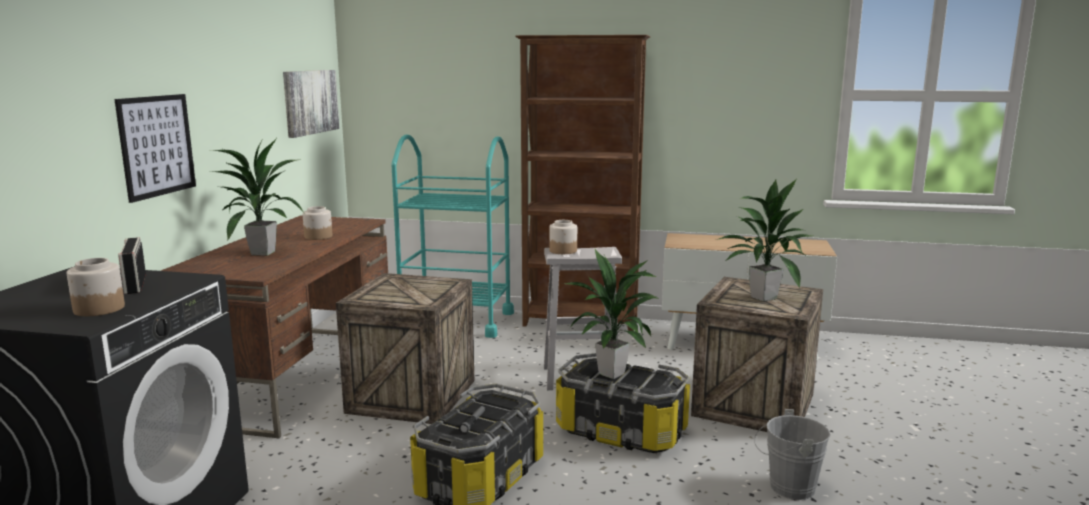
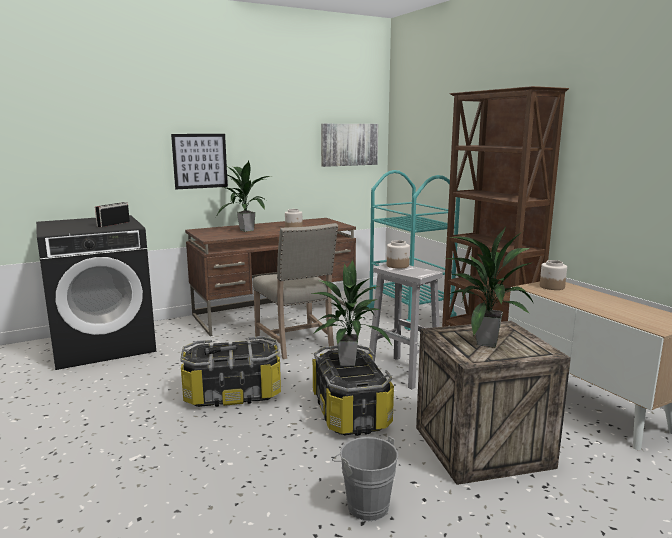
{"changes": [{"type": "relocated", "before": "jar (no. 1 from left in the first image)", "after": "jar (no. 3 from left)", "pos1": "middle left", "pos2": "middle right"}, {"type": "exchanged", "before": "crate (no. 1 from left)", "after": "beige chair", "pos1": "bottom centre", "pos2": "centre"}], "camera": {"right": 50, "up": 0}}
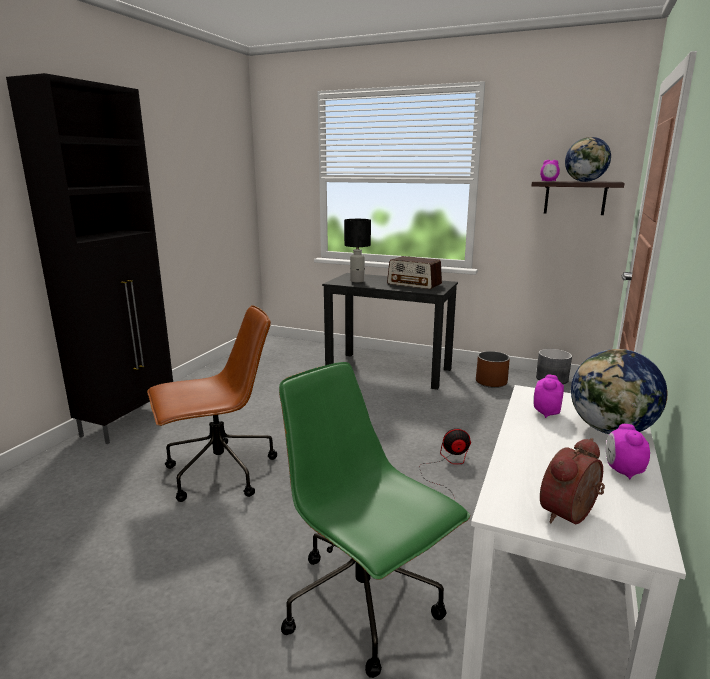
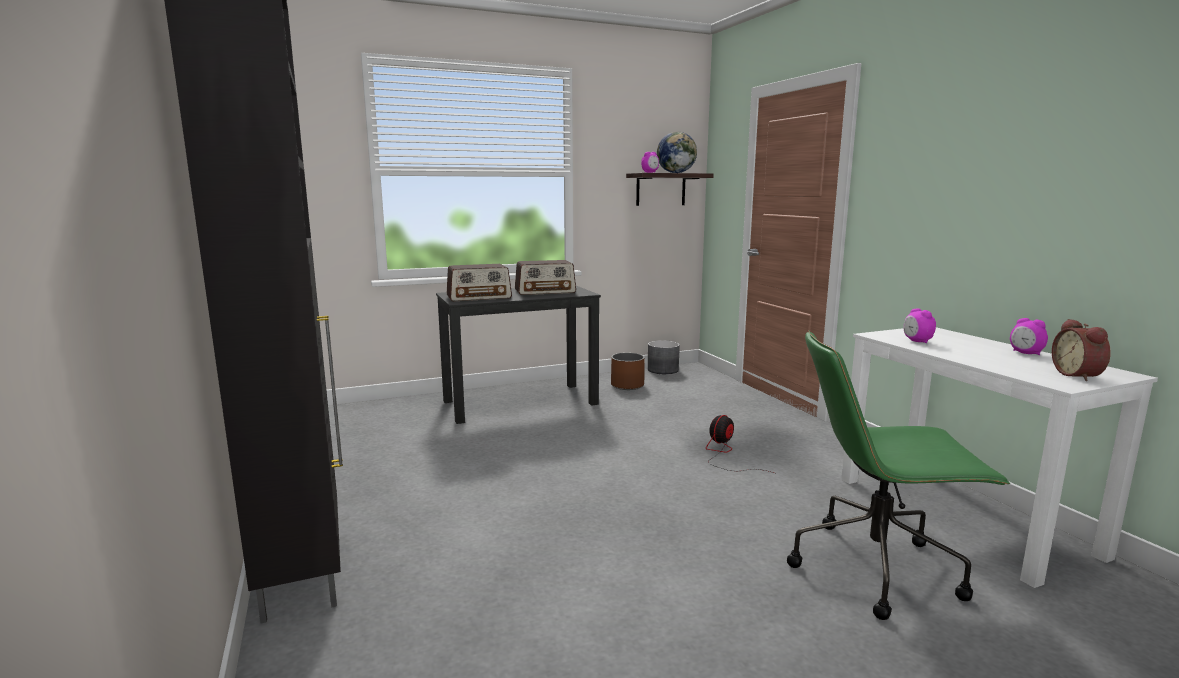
{"changes": [{"type": "missing", "before": "brown office chair", "pos1": "middle left"}, {"type": "exchanged", "before": "black table lamp", "after": "radio (no. 1 from left)", "pos1": "centre", "pos2": "centre"}, {"type": "missing", "before": "globe (no. 2 from left)", "pos1": "middle right"}], "camera": {"right": -45, "up": -5}}
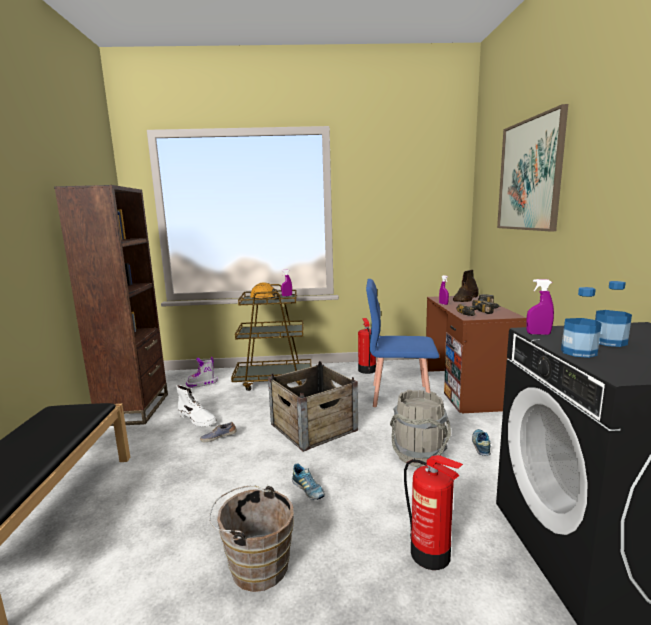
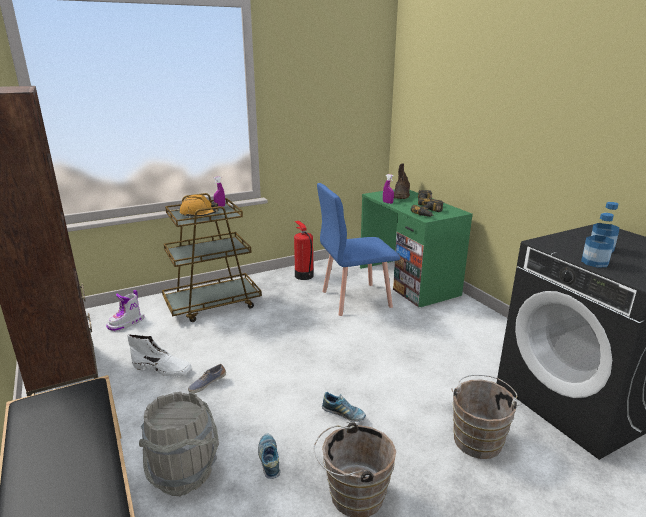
{"changes": [{"type": "missing", "before": "crate", "pos1": "centre"}, {"type": "relocated", "before": "grey bucket", "pos1": "bottom centre", "pos2": "bottom left"}, {"type": "exchanged", "before": "fire extinguisher (no. 2 from left)", "after": "brown bucket (no. 2 from left)", "pos1": "bottom centre", "pos2": "bottom right"}, {"type": "colour", "before": "brown desk", "after": "green desk", "pos1": "middle right", "pos2": "centre"}, {"type": "relocated", "before": "shoe (no. 3 from left in the first image)", "after": "shoe (no. 2 from left)", "pos1": "bottom right", "pos2": "bottom centre"}, {"type": "missing", "before": "picture", "pos1": "top right"}, {"type": "missing", "before": "purple spray bottle (no. 3 from left)", "pos1": "middle right"}], "camera": {"right": -25, "up": 10}}
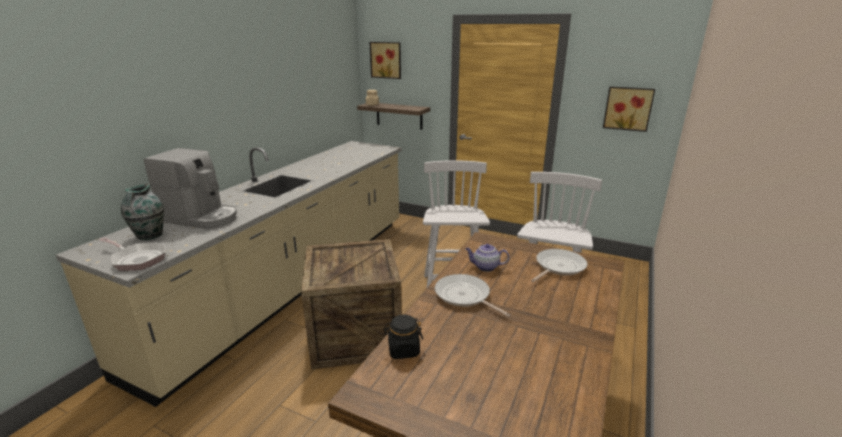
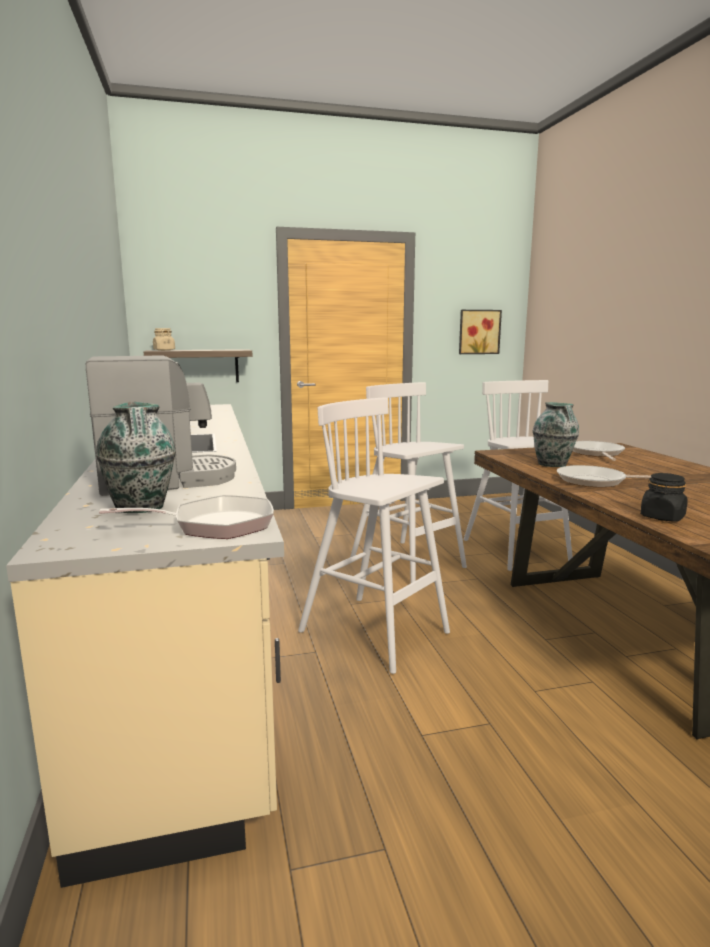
{"changes": [{"type": "exchanged", "before": "crate", "after": "white stool (no. 1 from left)", "pos1": "bottom centre", "pos2": "centre"}, {"type": "missing", "before": "picture (no. 1 from left)", "pos1": "top centre"}, {"type": "exchanged", "before": "teapot", "after": "vase (no. 2 from left)", "pos1": "centre", "pos2": "middle right"}], "camera": {"right": -40, "up": -10}}
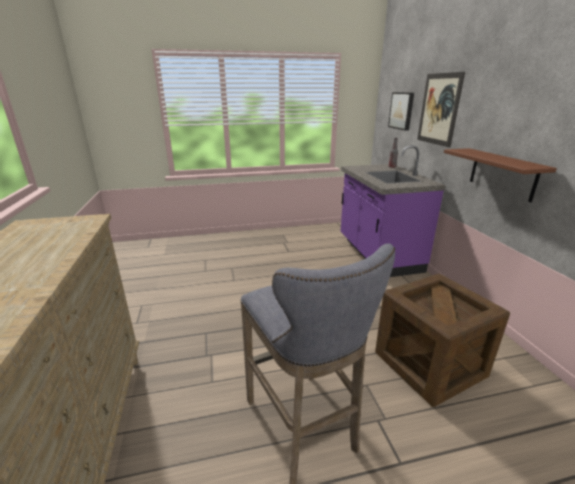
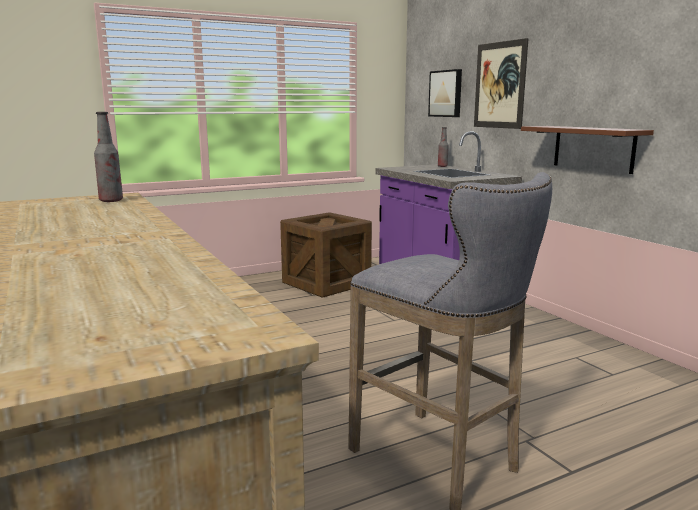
{"changes": [{"type": "relocated", "before": "crate", "pos1": "bottom right", "pos2": "centre"}, {"type": "appeared", "after": "bottle (no. 1 from left)", "pos2": "top left"}], "camera": {"right": -15, "up": -10}}
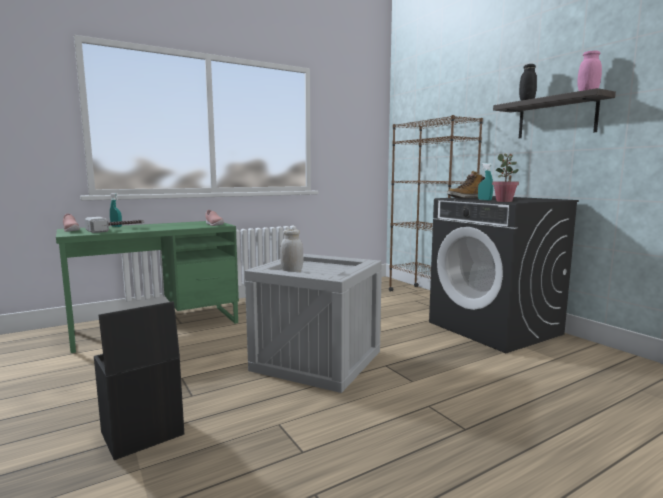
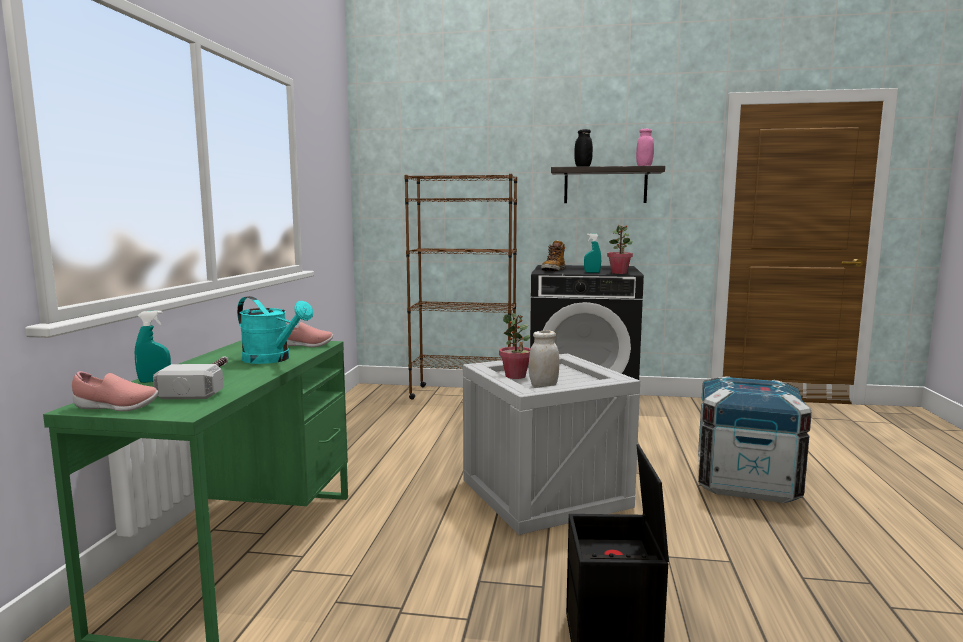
{"changes": [{"type": "appeared", "after": "turquoise watering can", "pos2": "middle left"}, {"type": "appeared", "after": "potted plant (no. 1 from left)", "pos2": "centre"}, {"type": "appeared", "after": "crate (no. 2 from left)", "pos2": "bottom right"}], "camera": {"right": -50, "up": 0}}
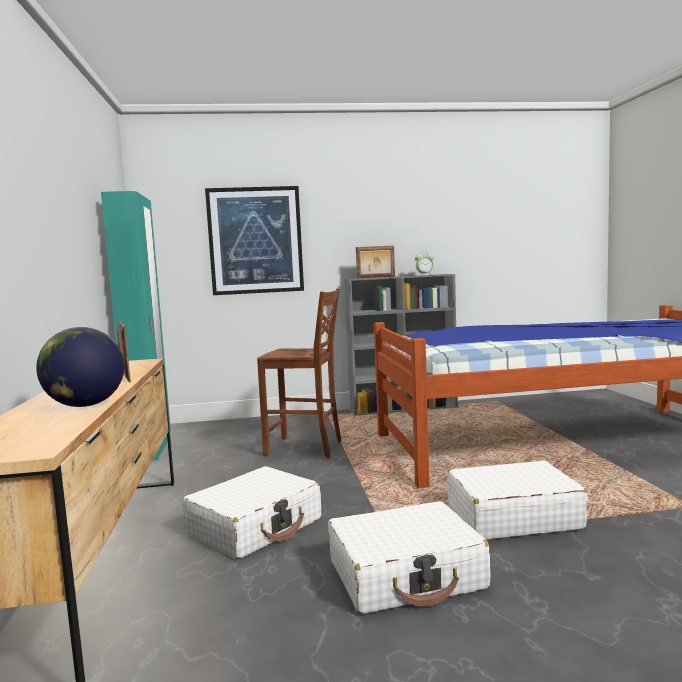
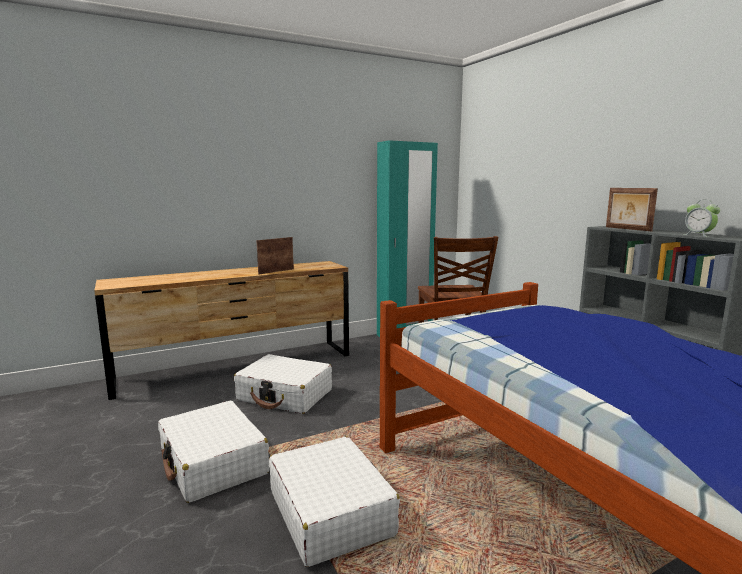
{"changes": [{"type": "missing", "before": "globe", "pos1": "middle left"}, {"type": "missing", "before": "picture", "pos1": "centre"}], "camera": {"right": 70, "up": 5}}
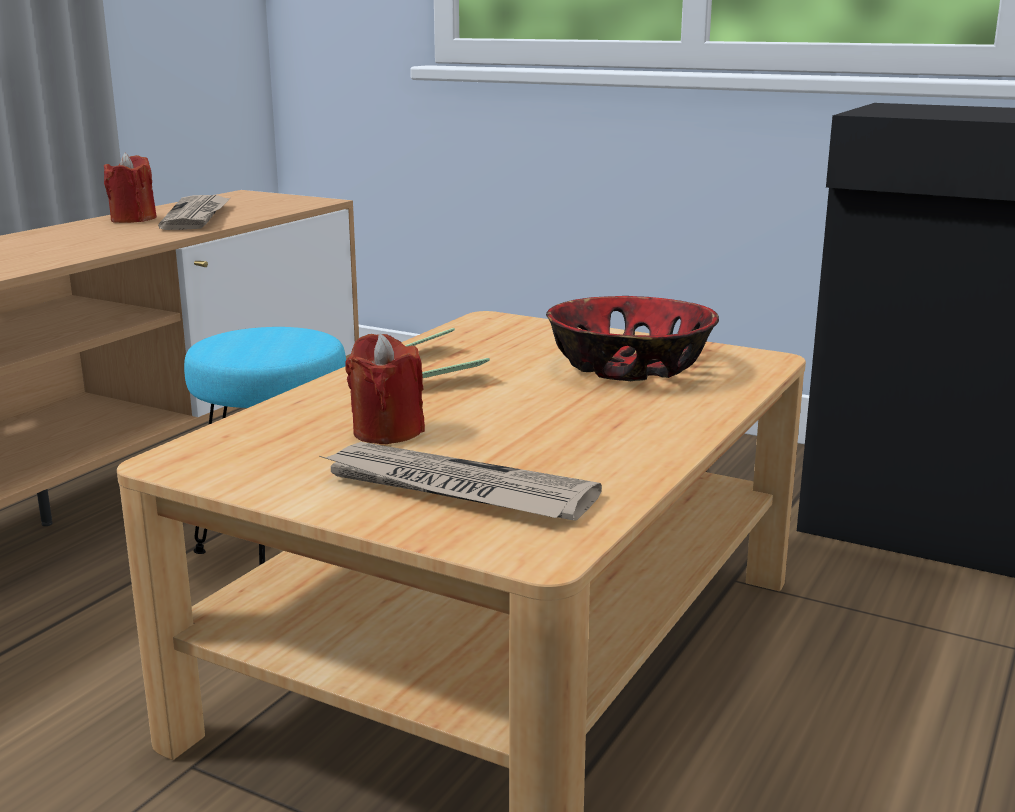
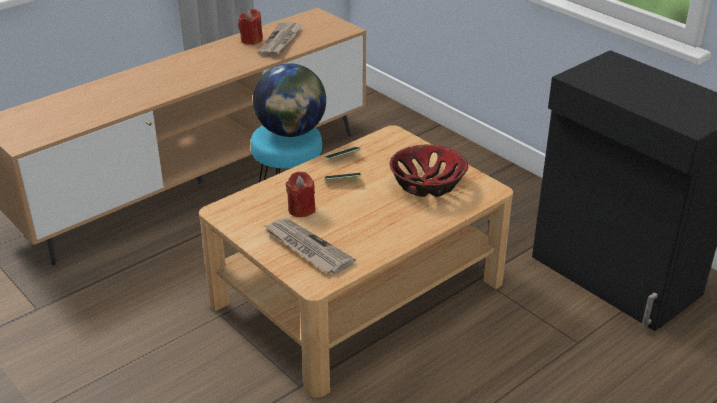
{"changes": [{"type": "appeared", "after": "globe", "pos2": "top centre"}], "camera": {"right": 20, "up": 15}}
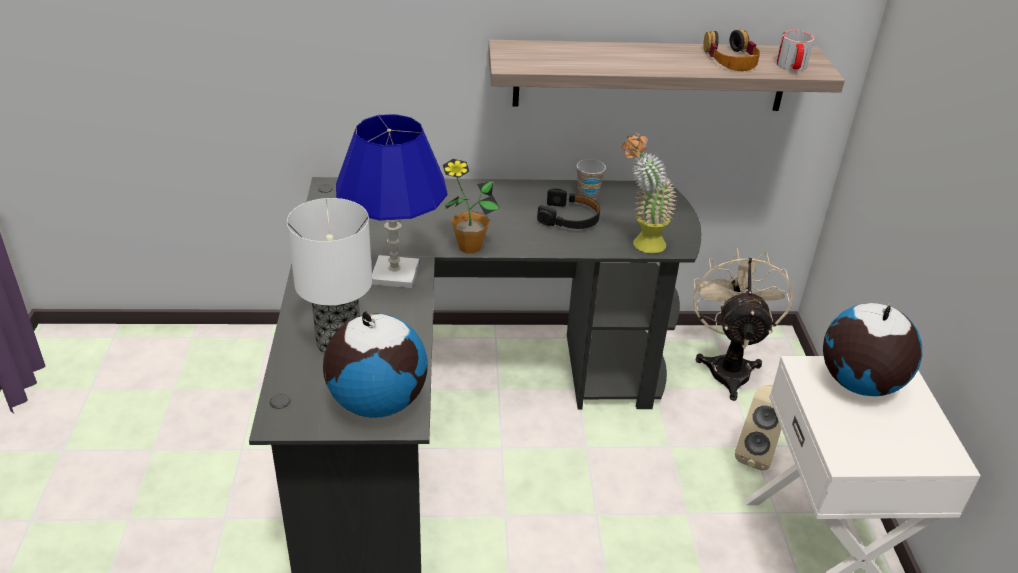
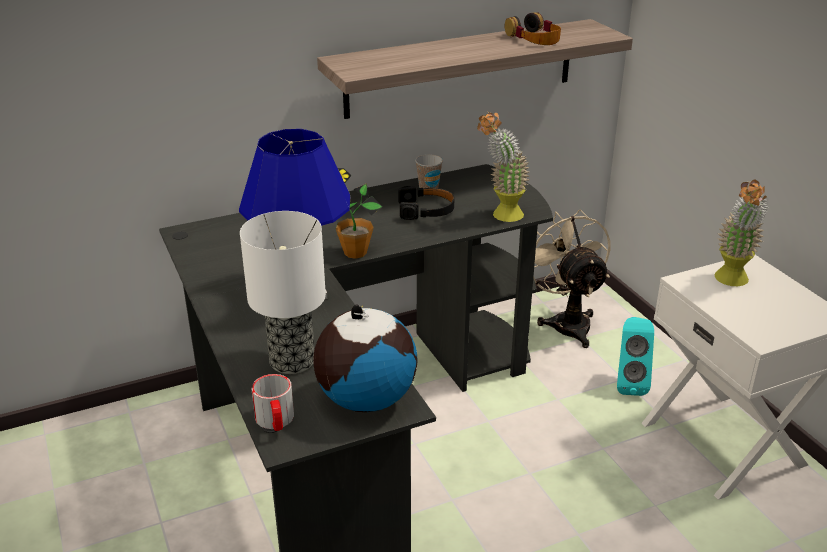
{"changes": [{"type": "colour", "before": "beige speaker", "after": "turquoise speaker", "pos1": "bottom right", "pos2": "middle right"}, {"type": "relocated", "before": "mug", "pos1": "top right", "pos2": "bottom left"}, {"type": "exchanged", "before": "globe (no. 2 from left)", "after": "potted plant (no. 3 from left)", "pos1": "middle right", "pos2": "middle right"}], "camera": {"right": -20, "up": -5}}
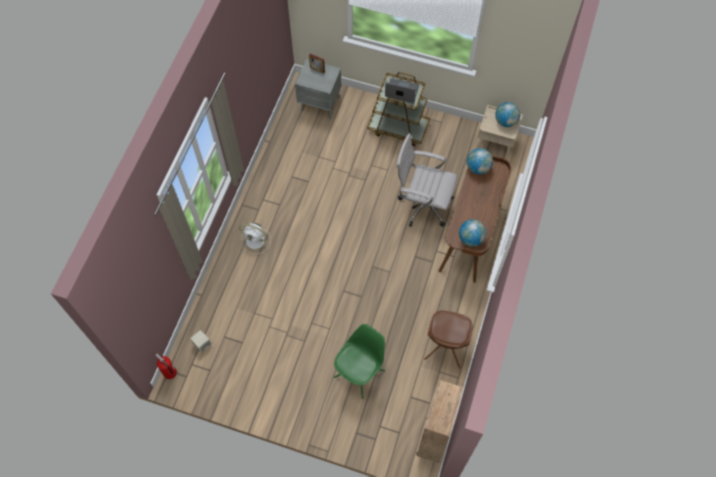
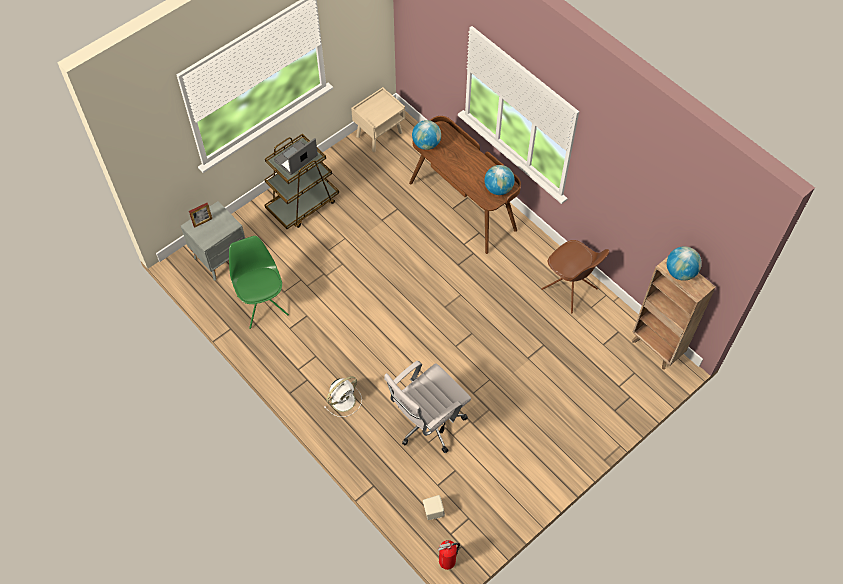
{"changes": [{"type": "relocated", "before": "green chair", "pos1": "bottom centre", "pos2": "middle left"}, {"type": "relocated", "before": "white office chair", "pos1": "centre", "pos2": "bottom centre"}, {"type": "relocated", "before": "globe (no. 3 from left)", "pos1": "top right", "pos2": "middle right"}], "camera": {"right": -60, "up": -5}}
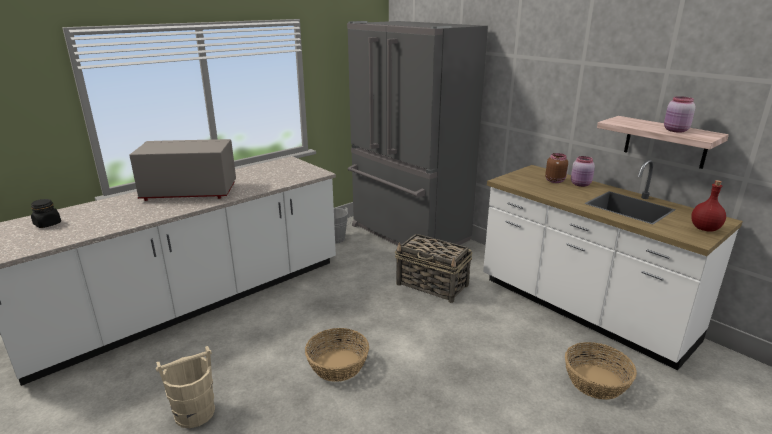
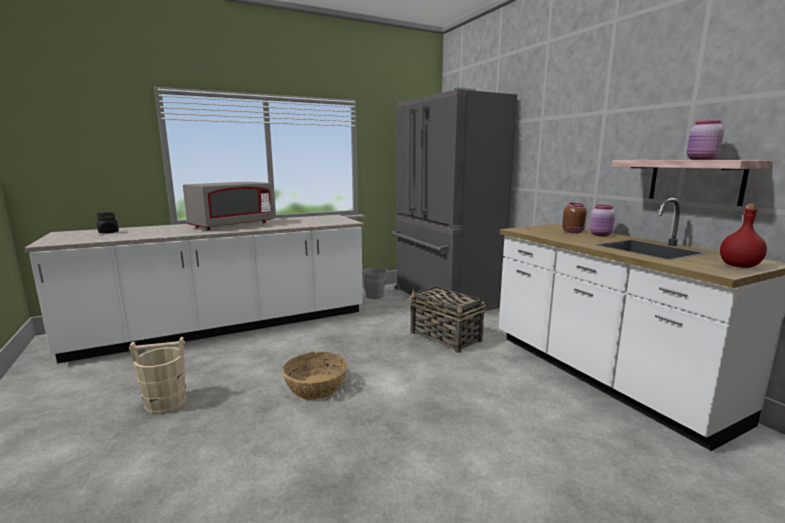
{"changes": [{"type": "spun", "before": "grey microwave", "pos1": "middle left", "pos2": "middle left", "turn": 120}, {"type": "missing", "before": "basket (no. 3 from left)", "pos1": "bottom right"}], "camera": {"right": 15, "up": -10}}
